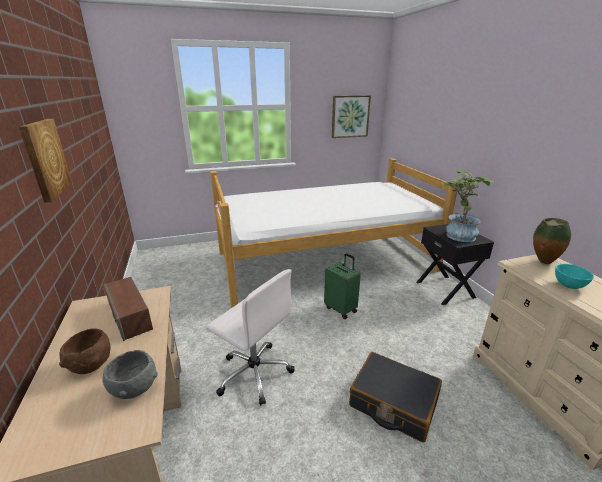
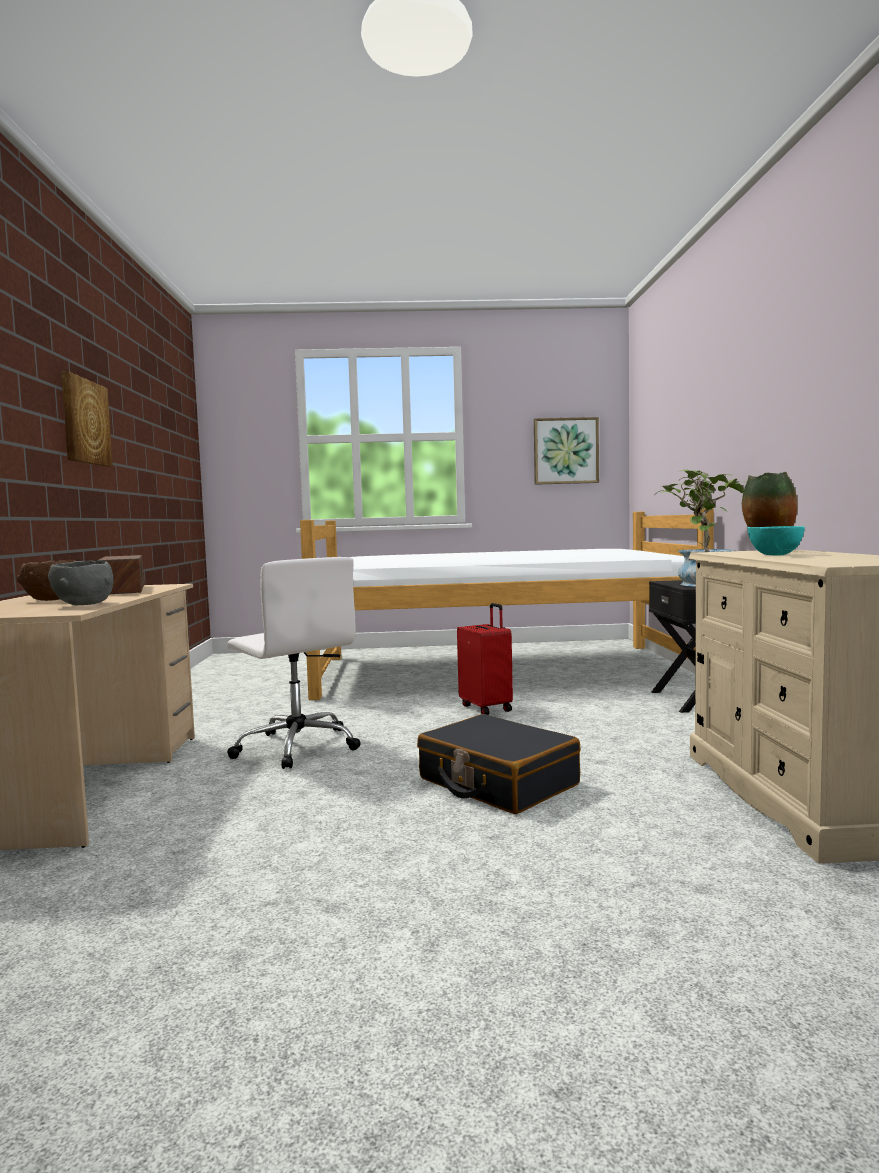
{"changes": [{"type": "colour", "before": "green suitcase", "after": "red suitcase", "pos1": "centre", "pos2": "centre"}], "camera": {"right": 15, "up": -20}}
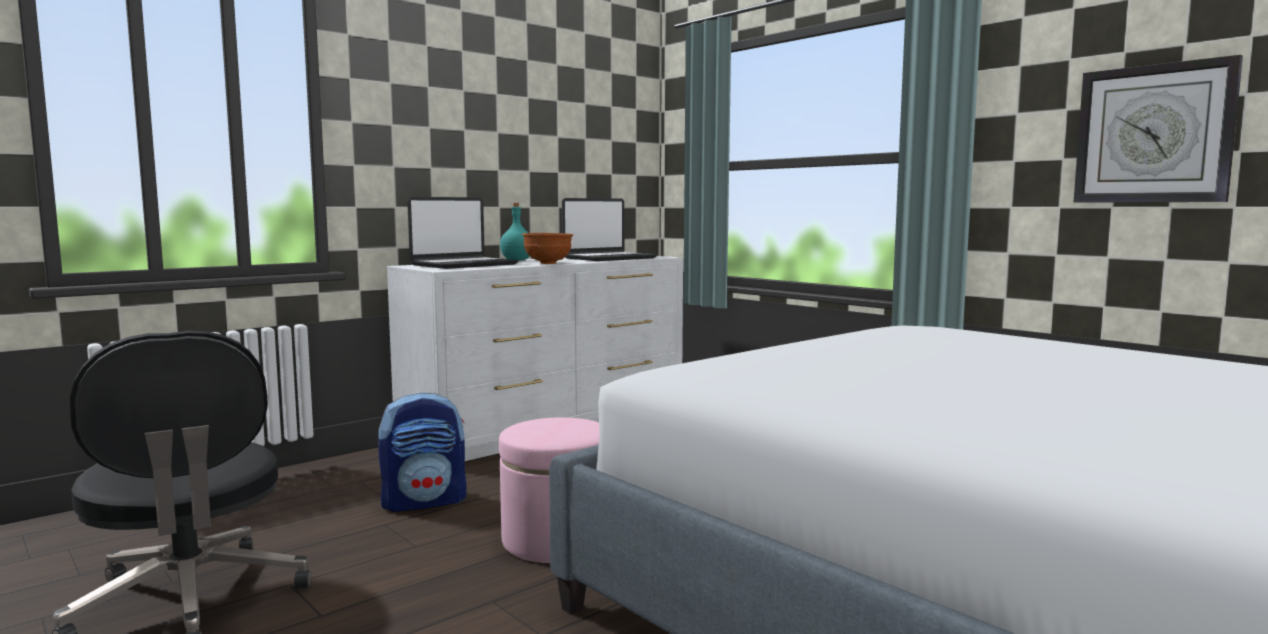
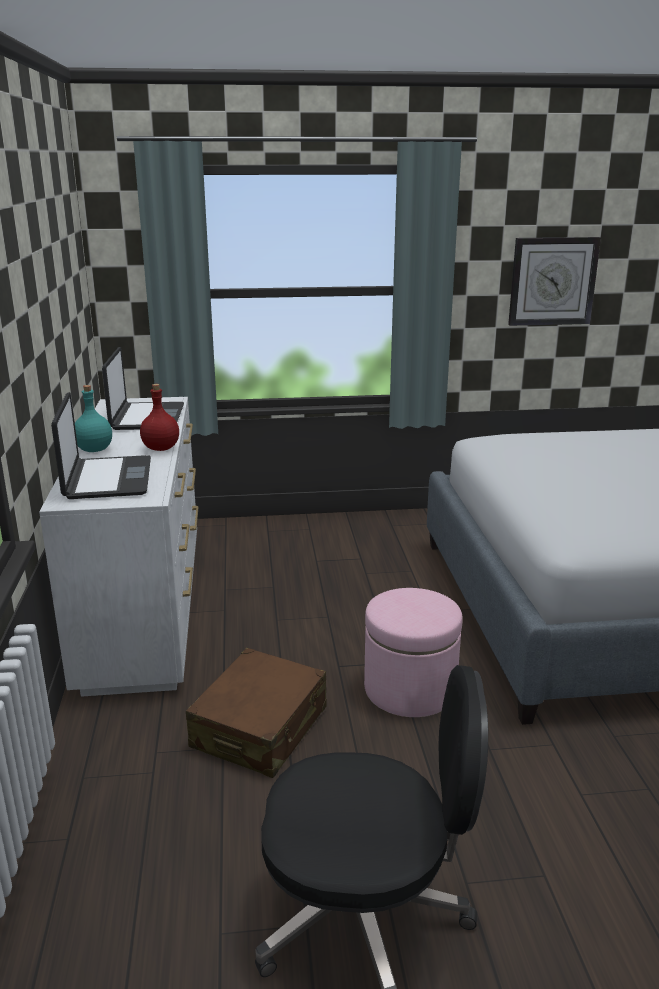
{"changes": [{"type": "exchanged", "before": "backpack", "after": "brown suitcase", "pos1": "bottom left", "pos2": "bottom centre"}, {"type": "exchanged", "before": "brown bowl", "after": "red bottle", "pos1": "centre", "pos2": "middle left"}], "camera": {"right": -55, "up": 15}}
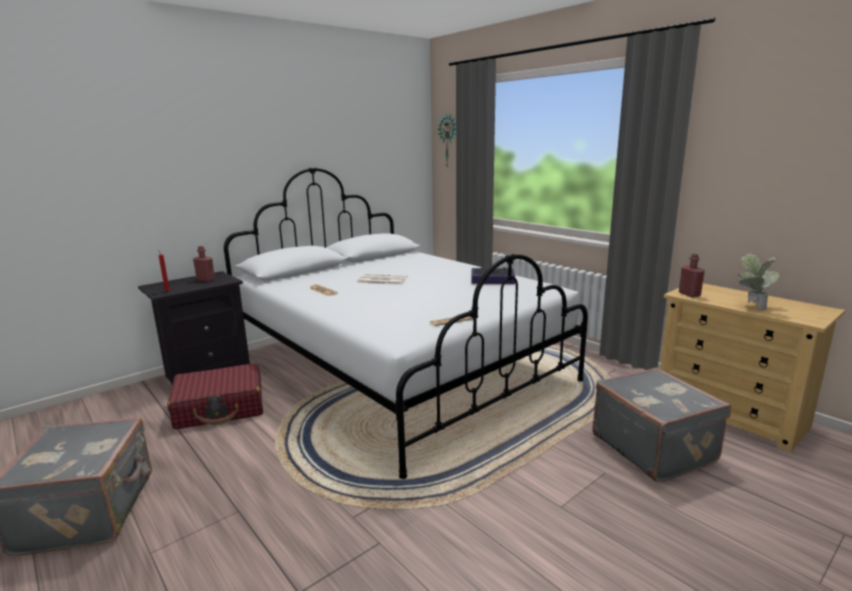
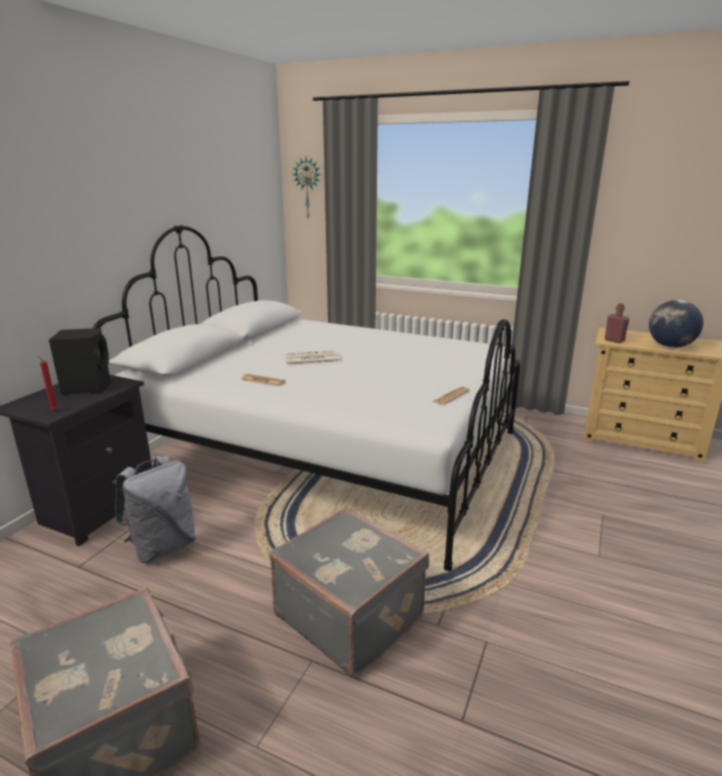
{"changes": [{"type": "exchanged", "before": "red suitcase", "after": "grey backpack", "pos1": "bottom left", "pos2": "middle left"}, {"type": "exchanged", "before": "red bottle (no. 1 from left)", "after": "black speaker", "pos1": "middle left", "pos2": "middle left"}, {"type": "missing", "before": "book", "pos1": "centre"}, {"type": "relocated", "before": "grey suitcase (no. 2 from left)", "pos1": "bottom right", "pos2": "bottom centre"}, {"type": "exchanged", "before": "potted plant", "after": "globe", "pos1": "middle right", "pos2": "middle right"}], "camera": {"right": -25, "up": 5}}
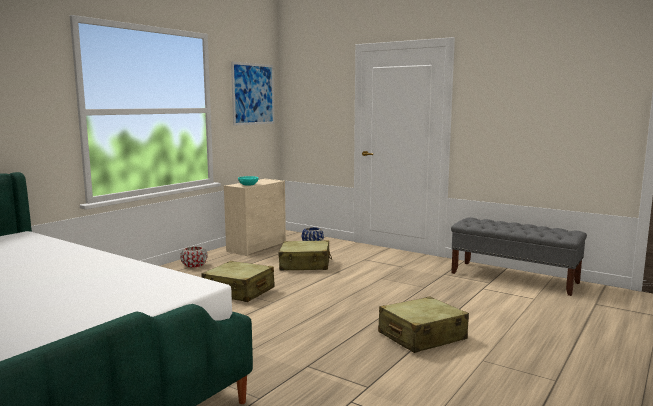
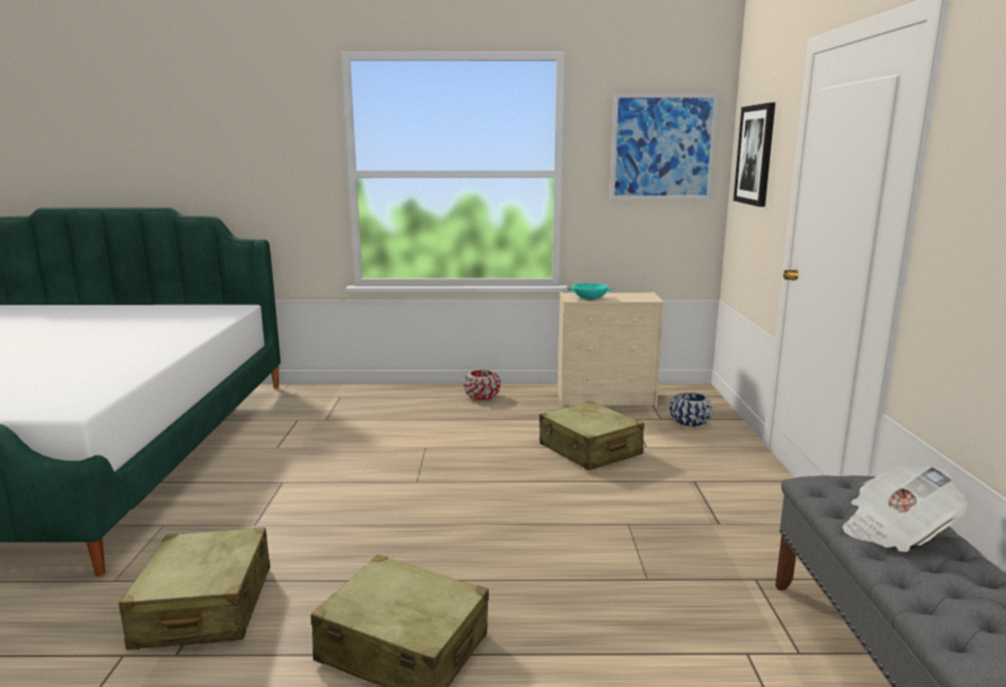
{"changes": [{"type": "relocated", "before": "beige suitcase (no. 1 from left)", "pos1": "bottom centre", "pos2": "bottom left"}, {"type": "appeared", "after": "picture (no. 2 from left)", "pos2": "top right"}, {"type": "appeared", "after": "newspaper", "pos2": "bottom right"}], "camera": {"right": 55, "up": 5}}
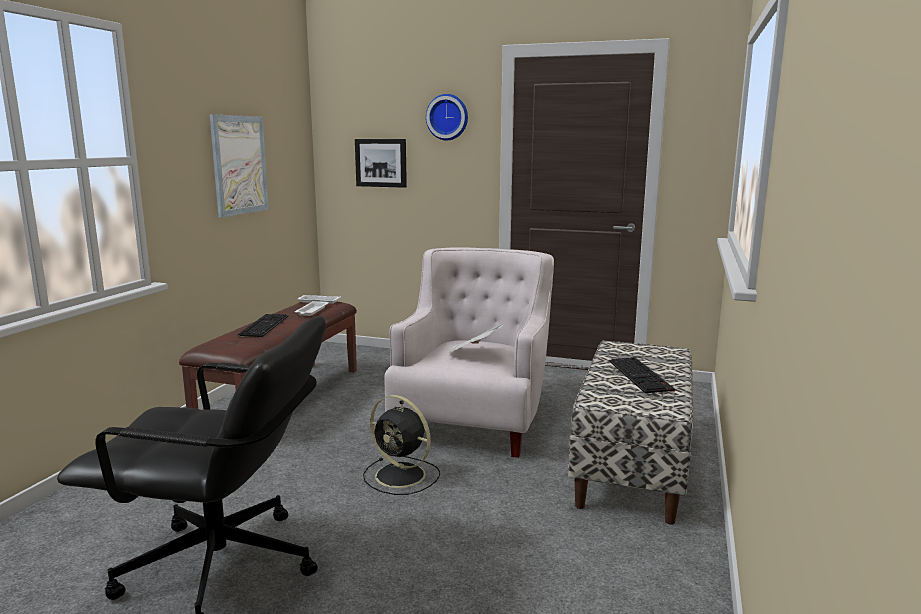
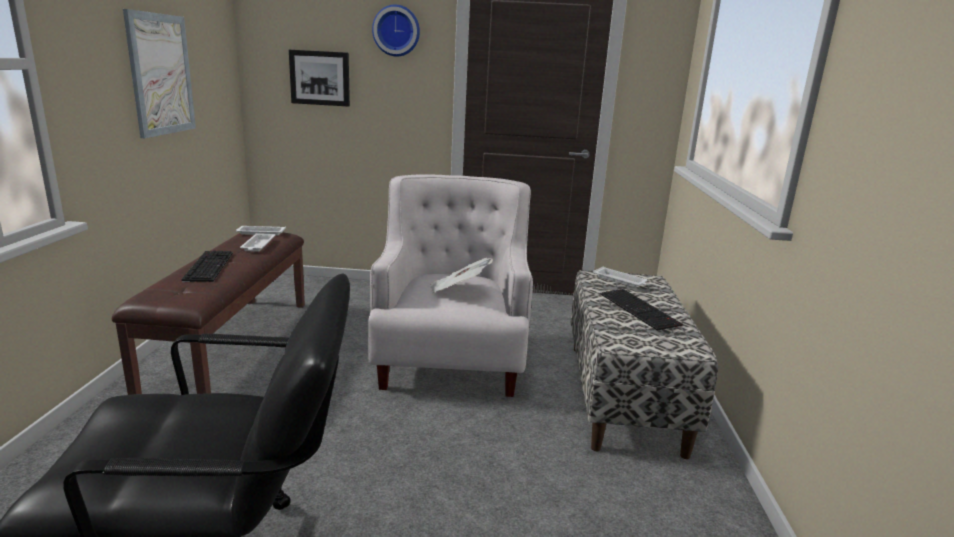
{"changes": [{"type": "missing", "before": "black fan", "pos1": "bottom centre"}, {"type": "appeared", "after": "white tray (no. 3 from left)", "pos2": "centre"}], "camera": {"right": -15, "up": 5}}
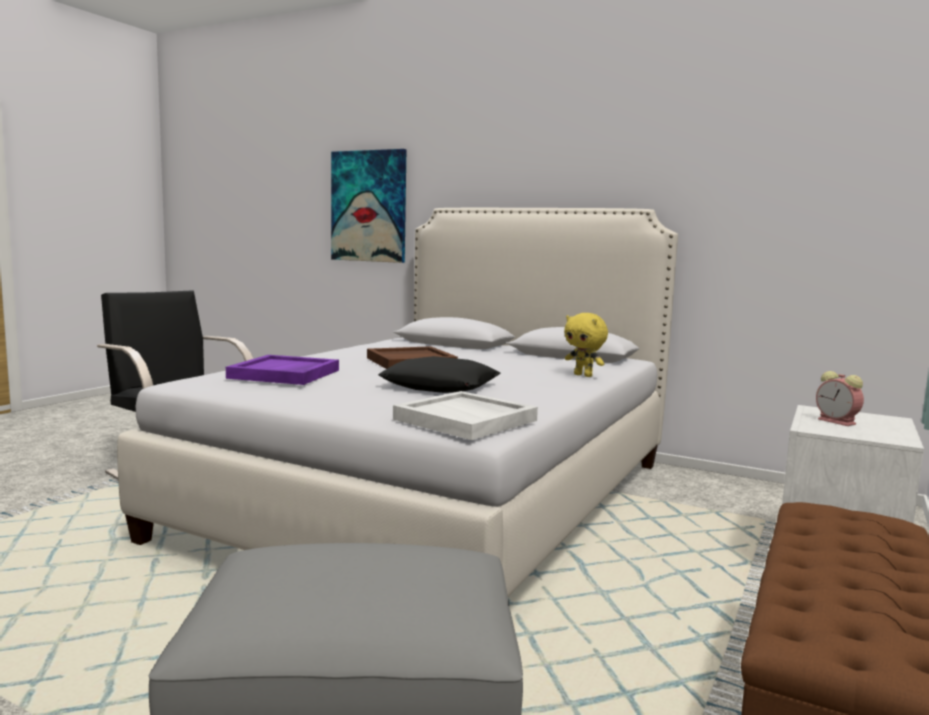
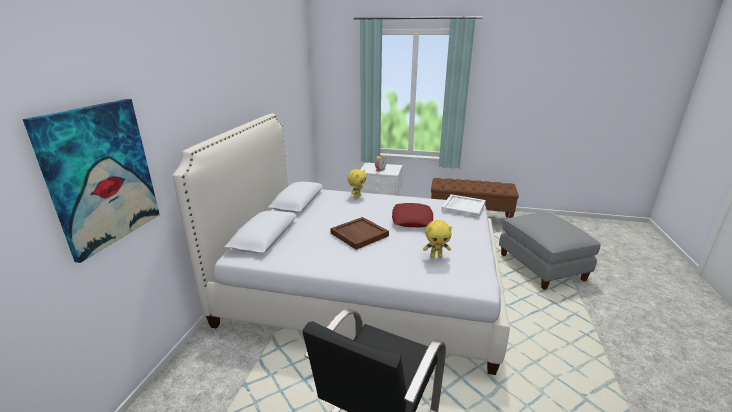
{"changes": [{"type": "exchanged", "before": "purple tray", "after": "yellow plush toy (no. 2 from left)", "pos1": "middle left", "pos2": "centre"}, {"type": "colour", "before": "black pillow", "after": "red pillow", "pos1": "centre", "pos2": "centre"}], "camera": {"right": -105, "up": 15}}
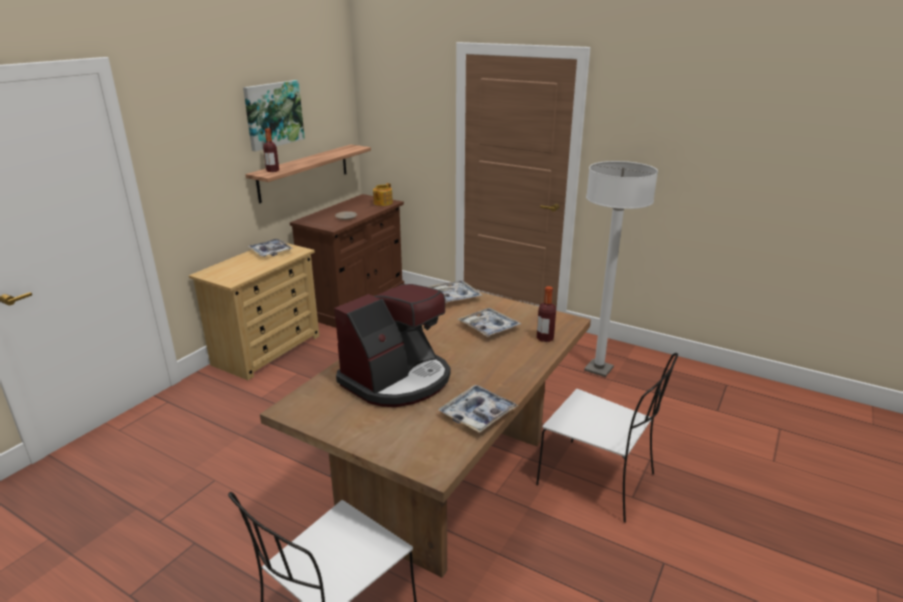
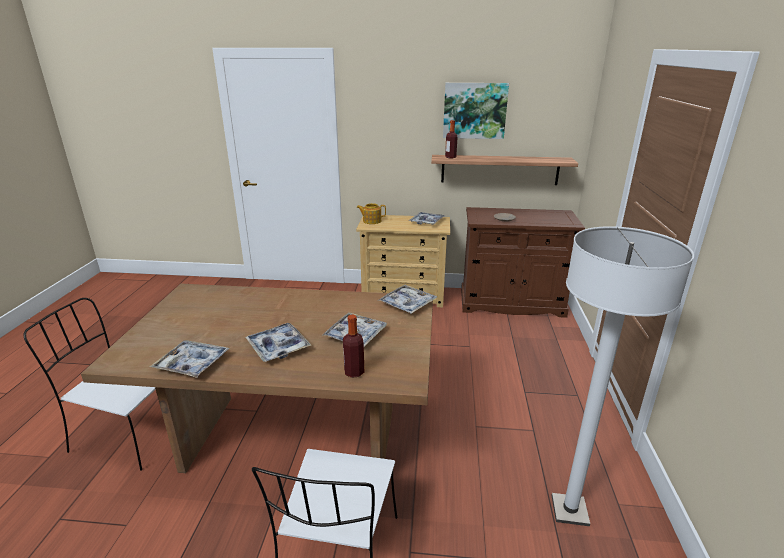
{"changes": [{"type": "missing", "before": "coffee machine", "pos1": "centre"}, {"type": "relocated", "before": "teapot", "pos1": "top centre", "pos2": "centre"}, {"type": "appeared", "after": "tray (no. 2 from left)", "pos2": "centre"}], "camera": {"right": 65, "up": 0}}
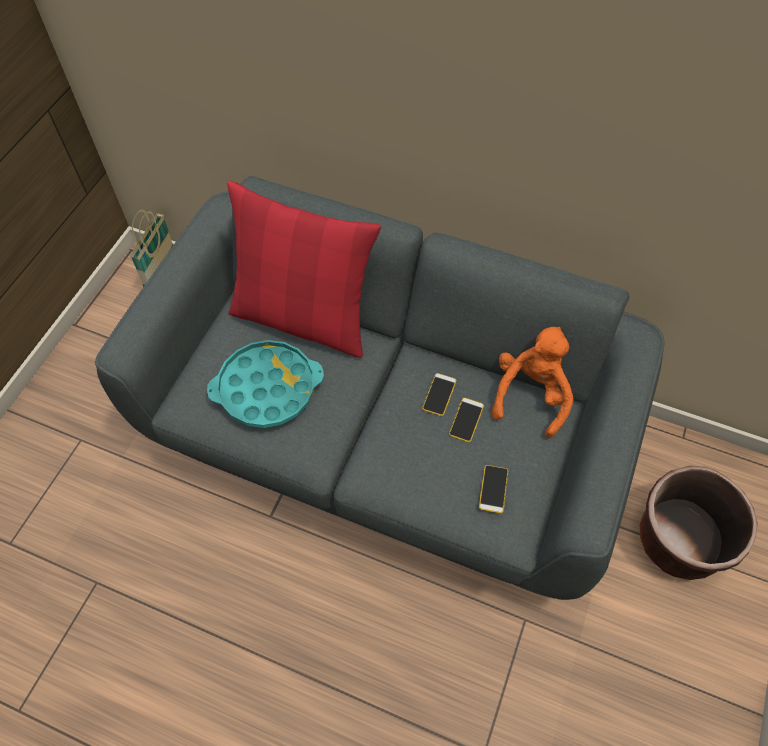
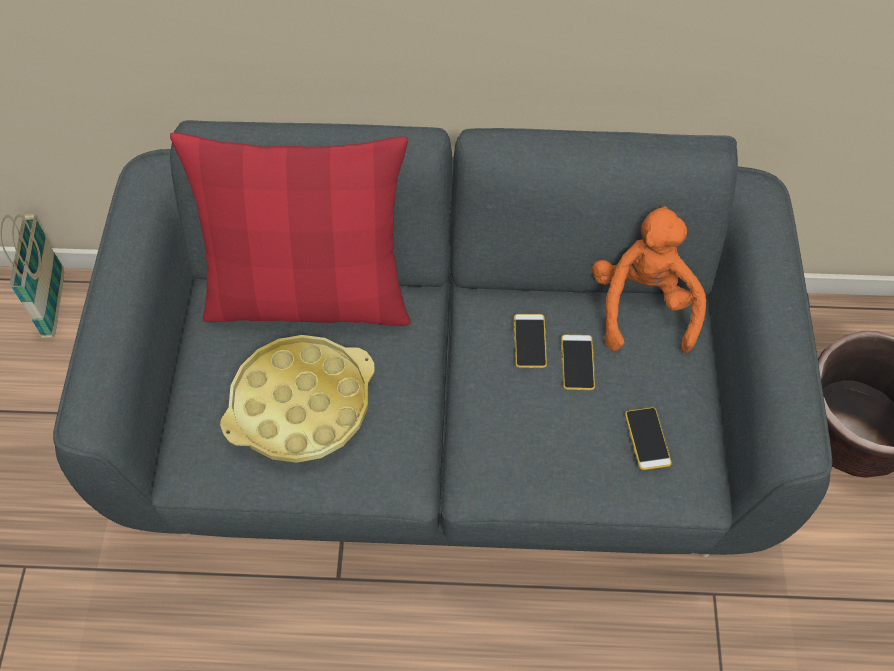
{"changes": [{"type": "colour", "before": "turquoise tray", "after": "yellow tray", "pos1": "centre", "pos2": "middle left"}], "camera": {"right": -20, "up": 0}}
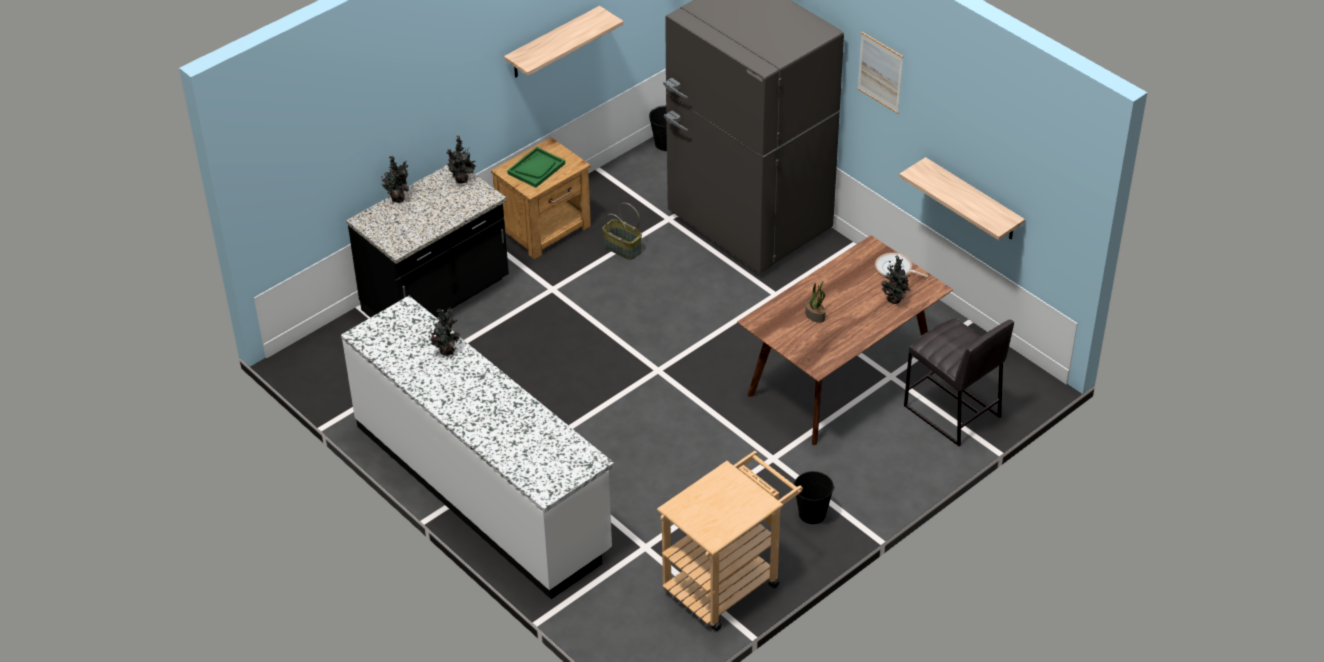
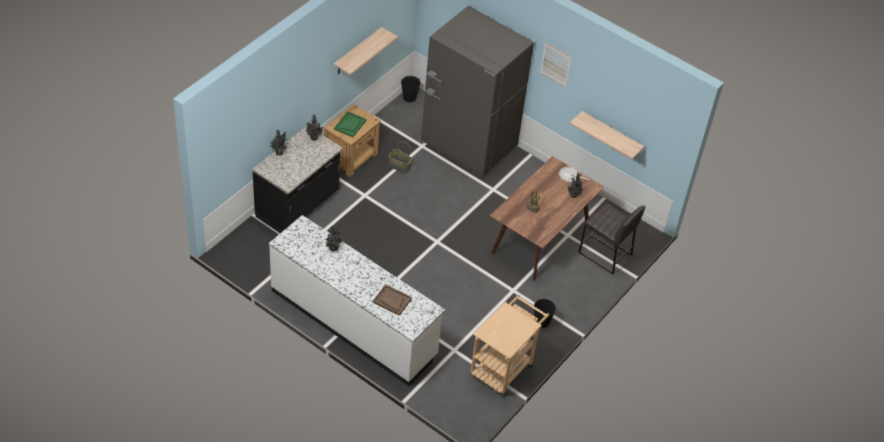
{"changes": [{"type": "appeared", "after": "brown tray", "pos2": "bottom centre"}], "camera": {"right": -15, "up": 5}}
